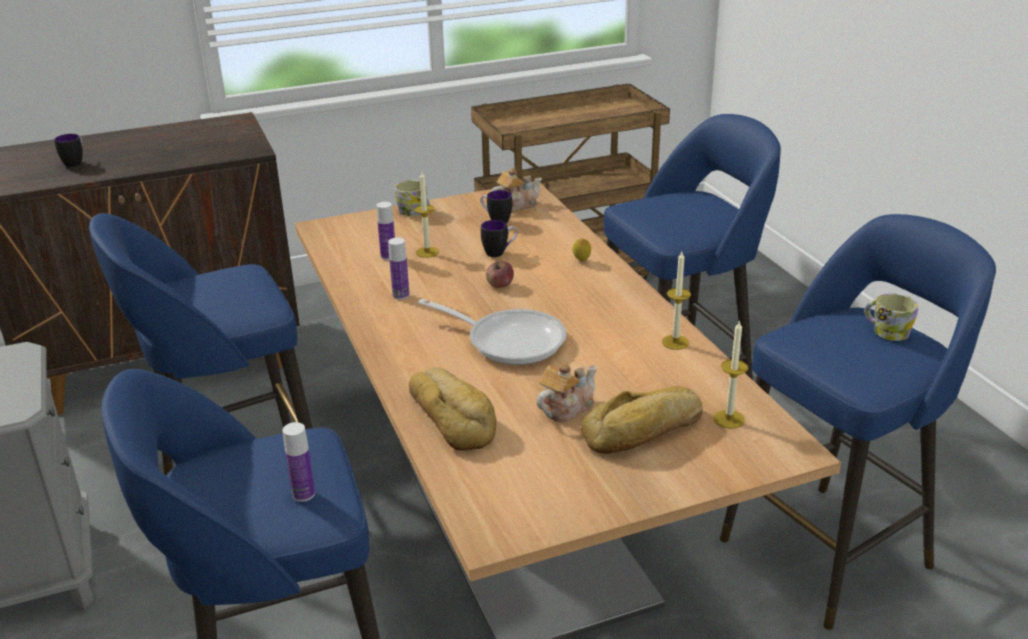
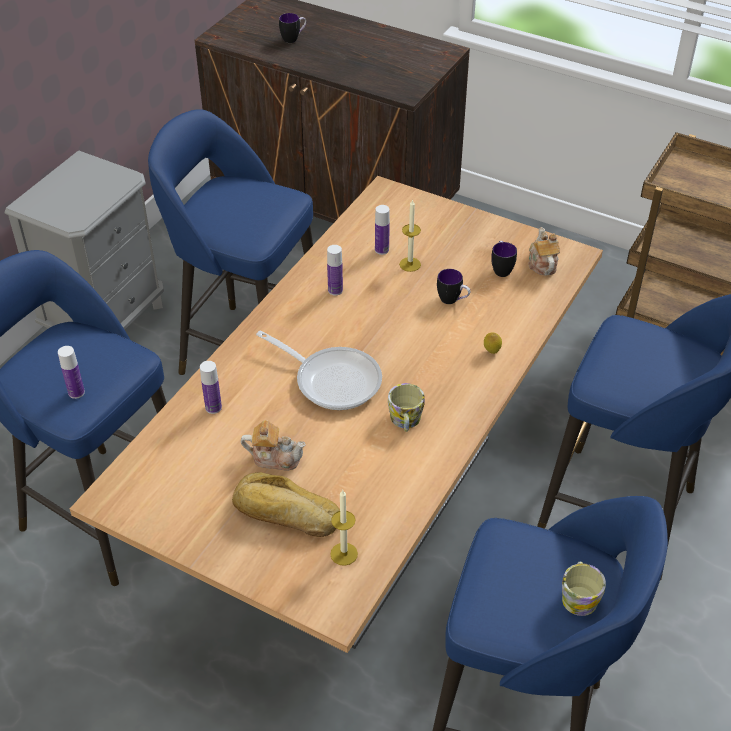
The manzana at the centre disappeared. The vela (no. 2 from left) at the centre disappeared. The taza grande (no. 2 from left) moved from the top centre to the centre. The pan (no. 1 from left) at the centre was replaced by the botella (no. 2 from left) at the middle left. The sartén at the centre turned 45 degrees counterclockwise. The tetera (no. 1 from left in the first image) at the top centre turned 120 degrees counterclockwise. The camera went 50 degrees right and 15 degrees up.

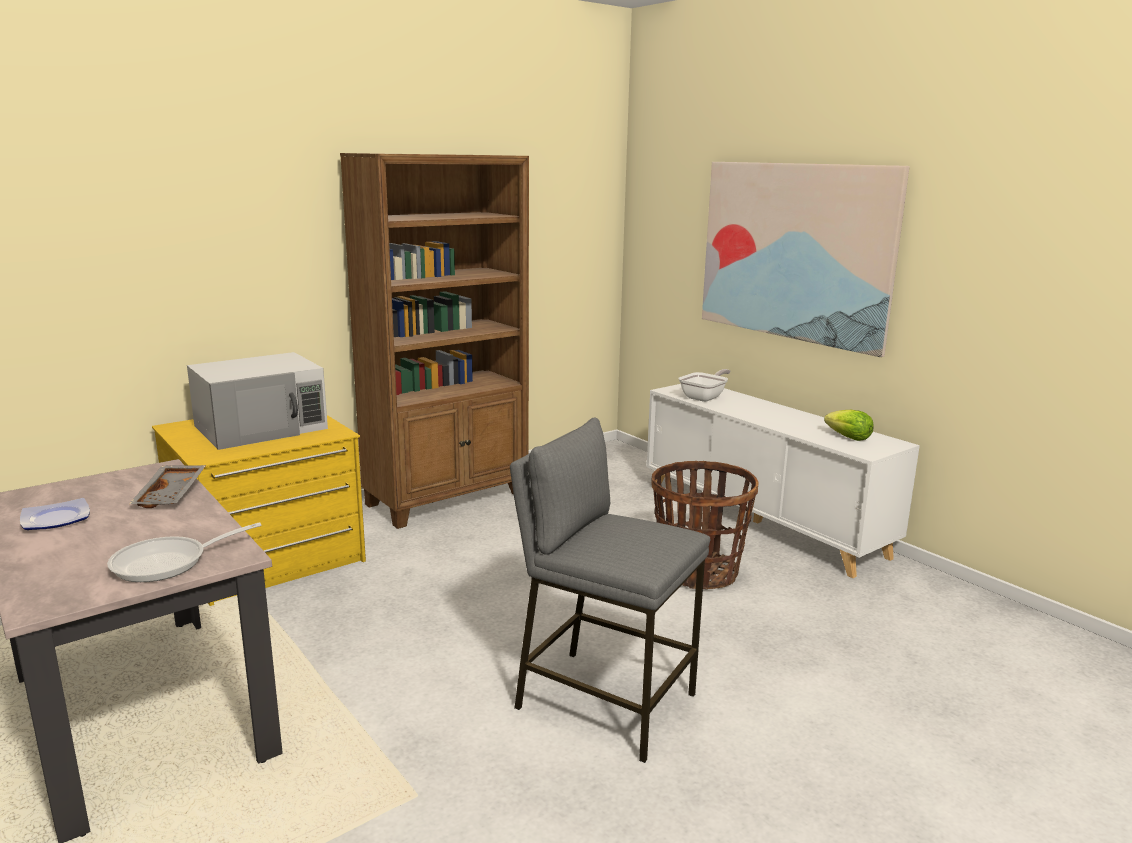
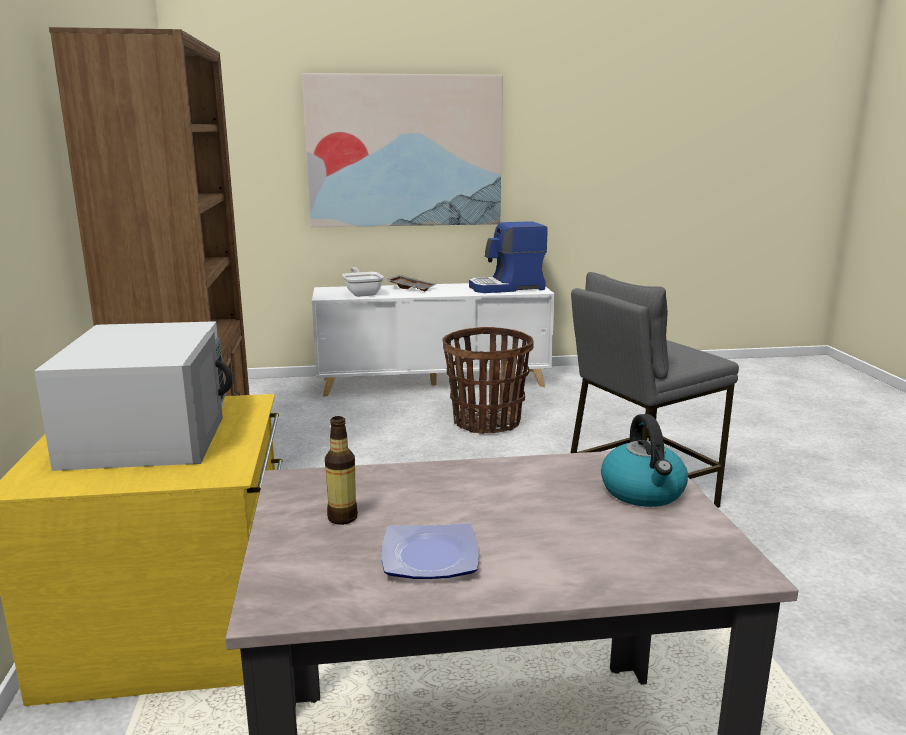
The botella at the centre appeared. The bandeja [gris] moved from the middle left to the centre. The sartén (no. 1 from left) at the middle left was replaced by the hervidor at the middle right. The lechuga at the middle right was replaced by the cafetera at the centre. The camera went 60 degrees left and 0 degrees up.

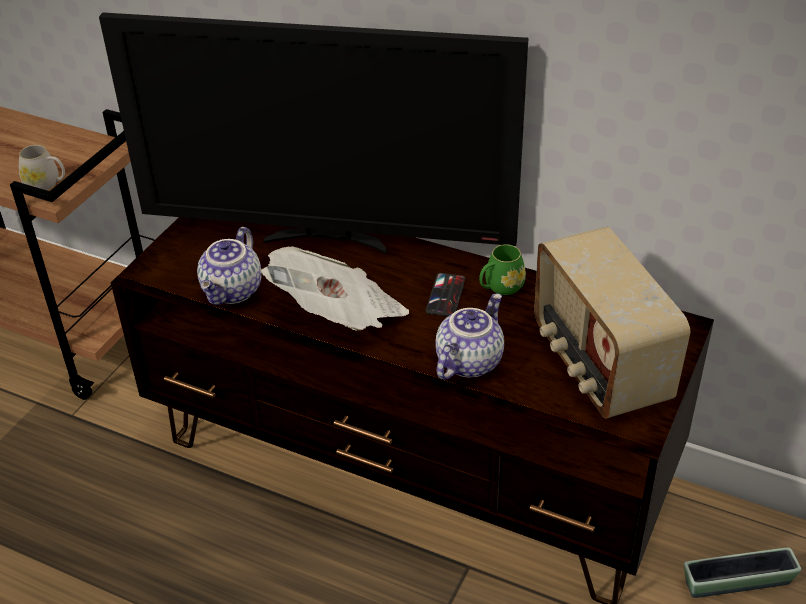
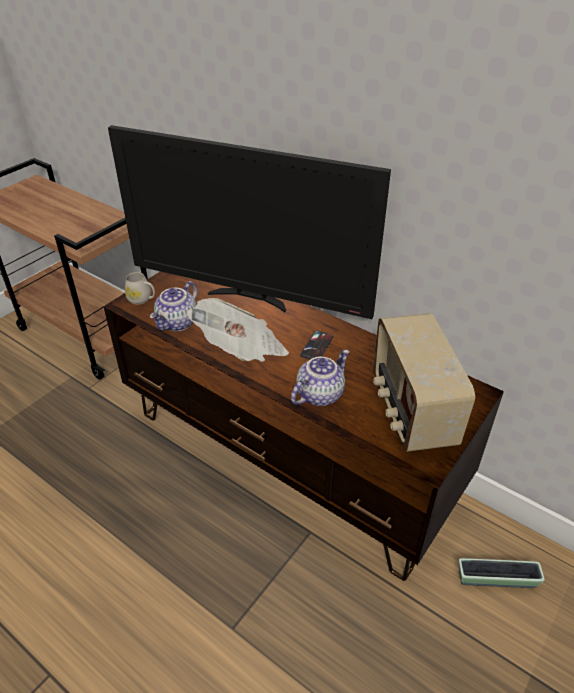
The taza grande [verde] at the centre disappeared. The taza grande [blanco] moved from the top left to the middle left. The camera went 10 degrees right and 0 degrees up.

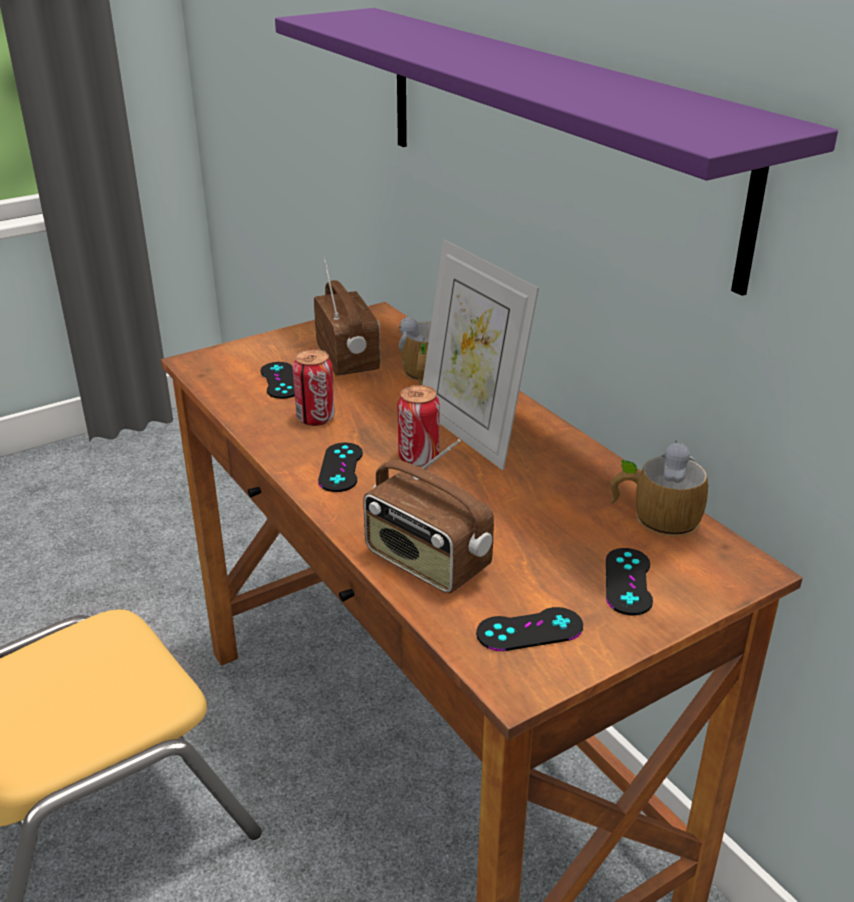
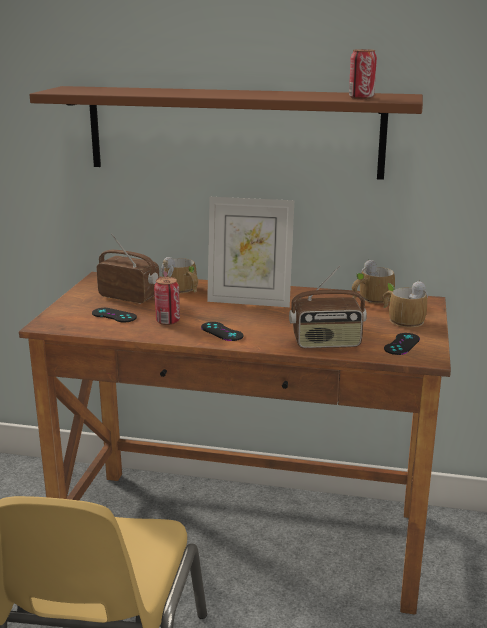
The lata (no. 2 from left) moved from the centre to the top right. The mando de consola [negro] (no. 4 from left) at the middle right was replaced by the taza grande (no. 3 from left) at the middle right. The estante [morado] at the top centre became the estante [marrón] at the top centre. The camera went 45 degrees left and 10 degrees down.

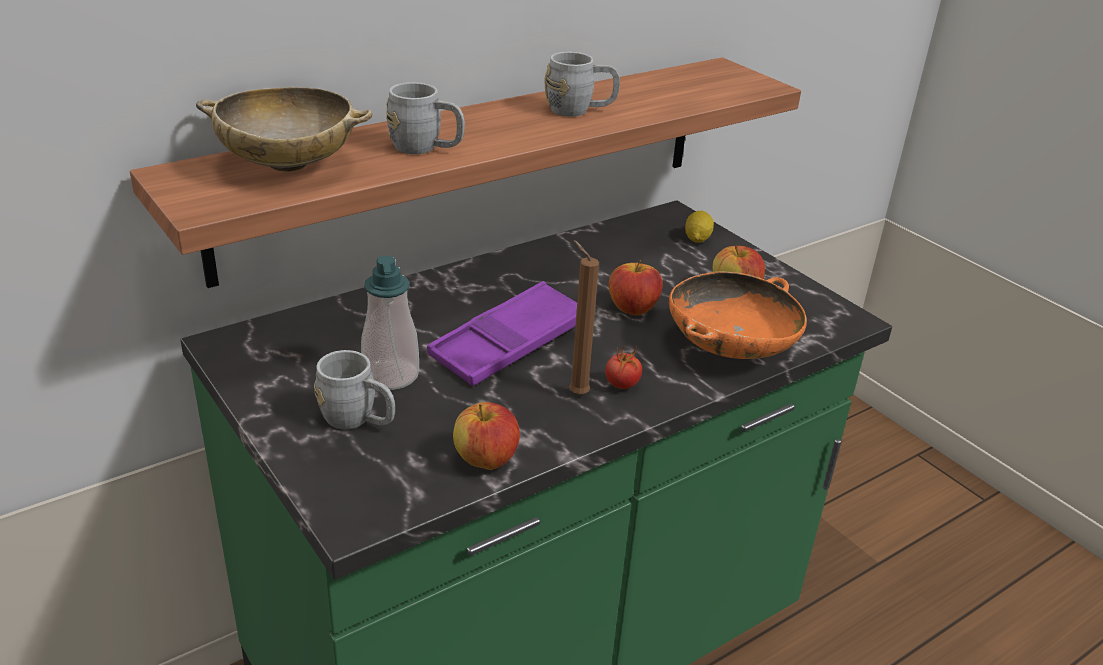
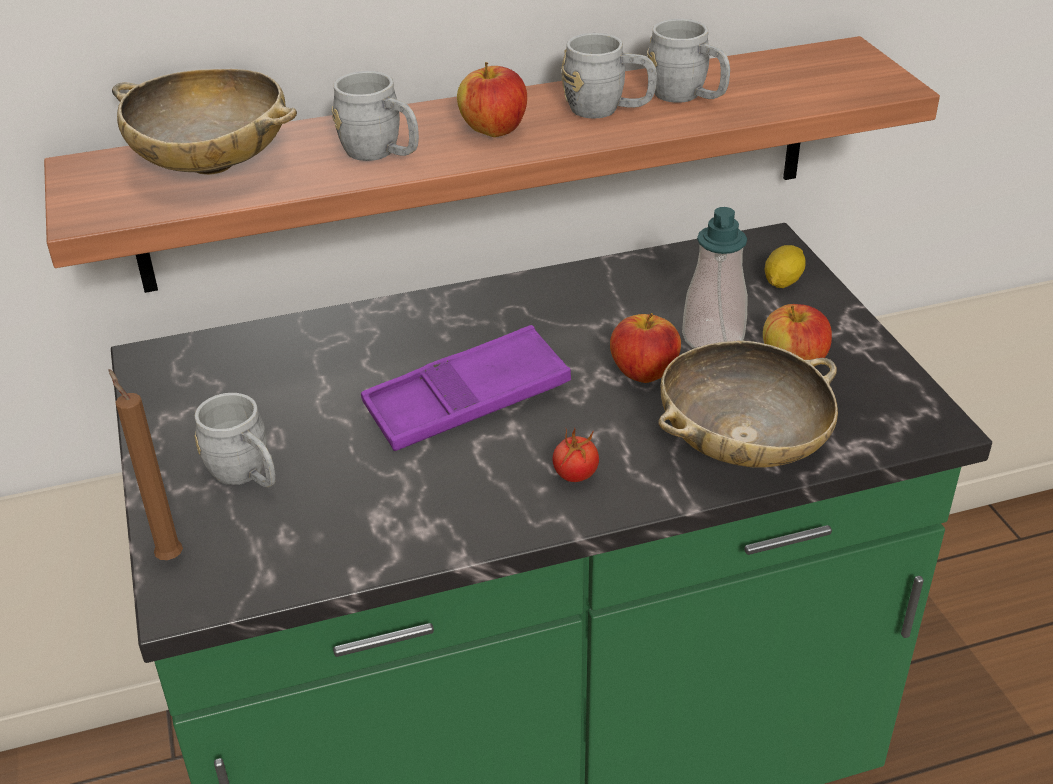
The taza grande [gris] (no. 4 from left) at the top centre appeared. The dispensador de jabón moved from the centre to the middle right. The manzana (no. 1 from left) moved from the centre to the top centre. The vela [marrón] moved from the centre to the middle left. The cuenco [naranja] at the middle right became the cuenco [beis] (no. 2 from left) at the middle right. The camera went 20 degrees right and 5 degrees up.

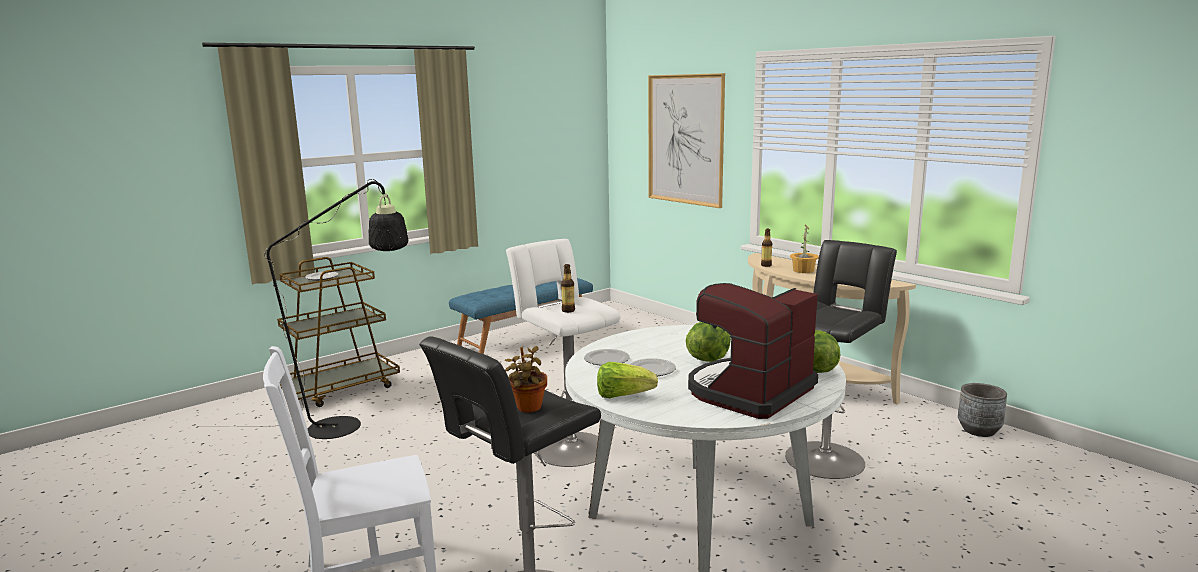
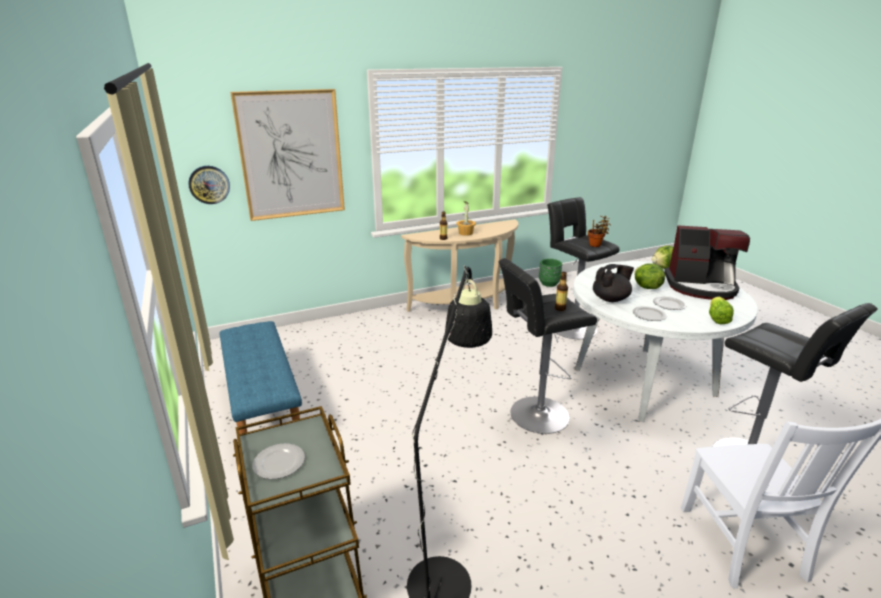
The reloj de pared at the top left appeared. The tetera [negro] at the middle right appeared. The planta en maceta (no. 1 from left in the first image) moved from the centre to the middle right. The taburete [blanco] at the centre became the taburete [negro] (no. 1 from left) at the centre. The maceta [gris] at the bottom right became the maceta [verde] at the centre. The cafetera at the centre turned 45 degrees counterclockwise. The camera went 75 degrees left and 10 degrees up.

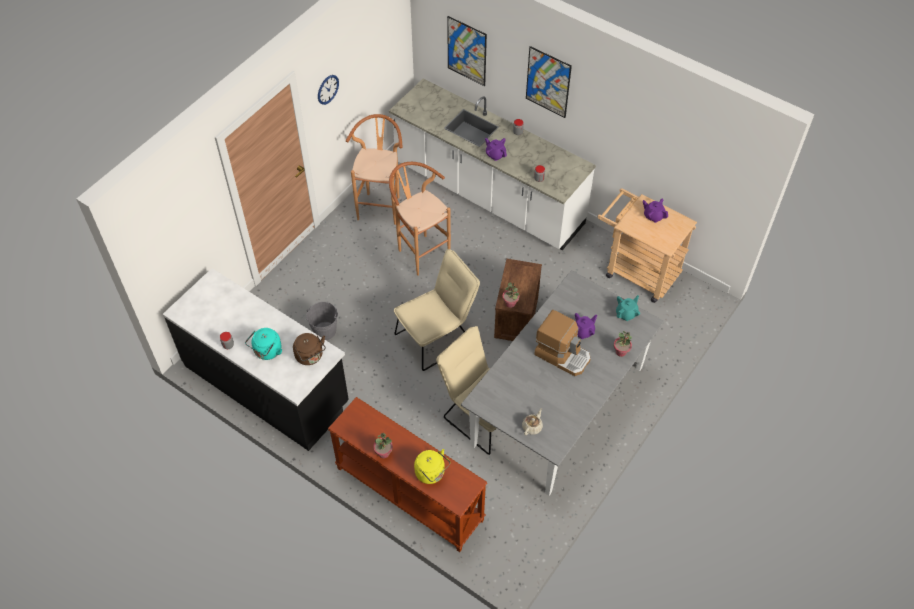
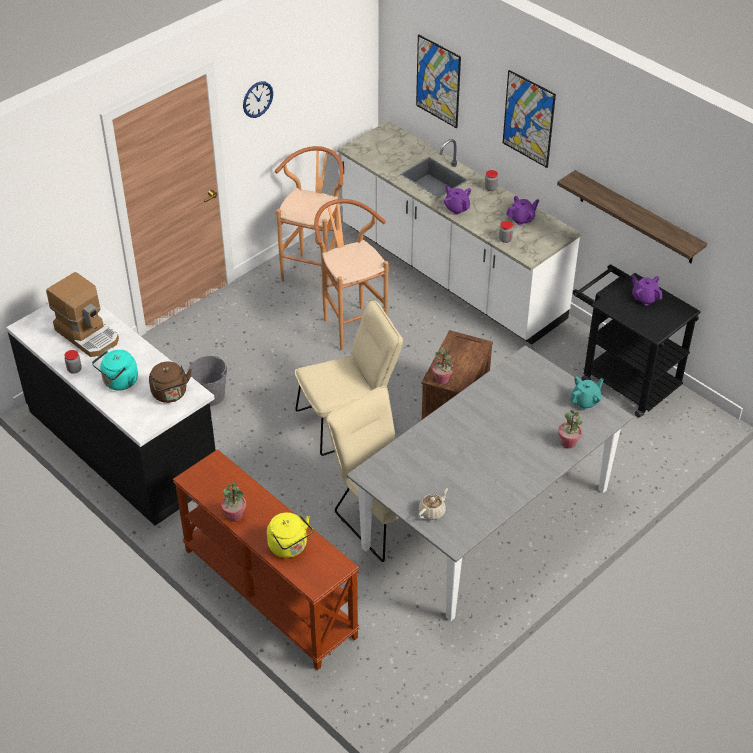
The estante at the top right appeared. The cafetera moved from the centre to the middle left. The tetera [morado] (no. 2 from left) moved from the centre to the top right. The carrito [beis] at the middle right became the carrito [negro] at the middle right. The camera went 10 degrees right and 10 degrees down.

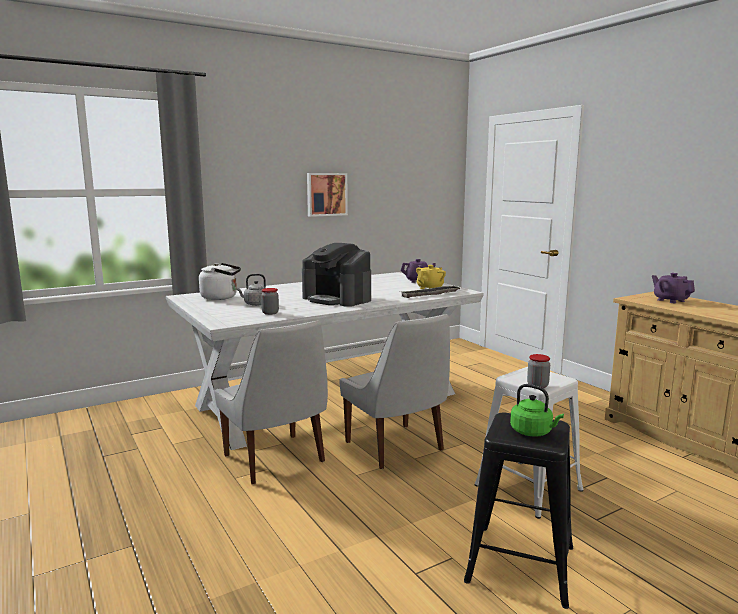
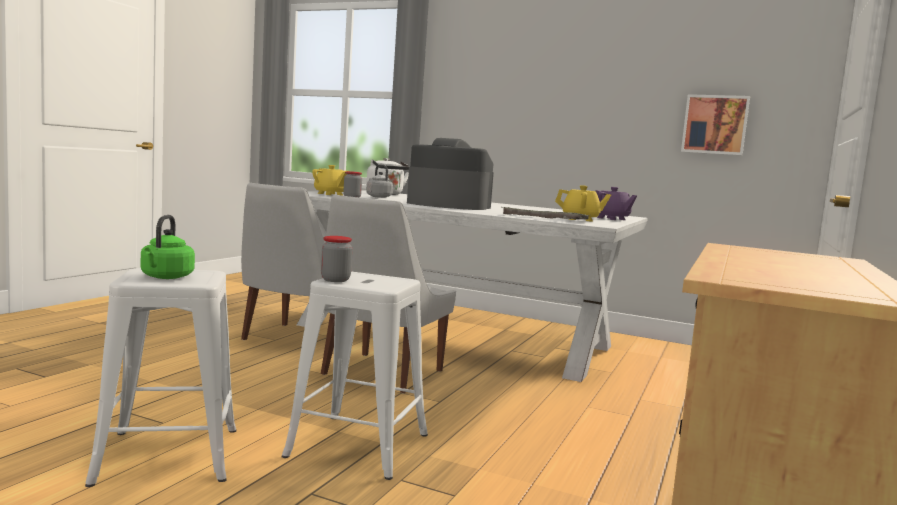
The tetera [morado] (no. 2 from left) at the middle right disappeared. The tetera [amarillo] (no. 1 from left) at the centre appeared. The cuadro moved from the top centre to the top right. The taburete [negro] at the bottom right became the taburete [blanco] (no. 1 from left) at the bottom left. The cafetera at the centre turned 105 degrees clockwise. The camera went 55 degrees right and 5 degrees down.

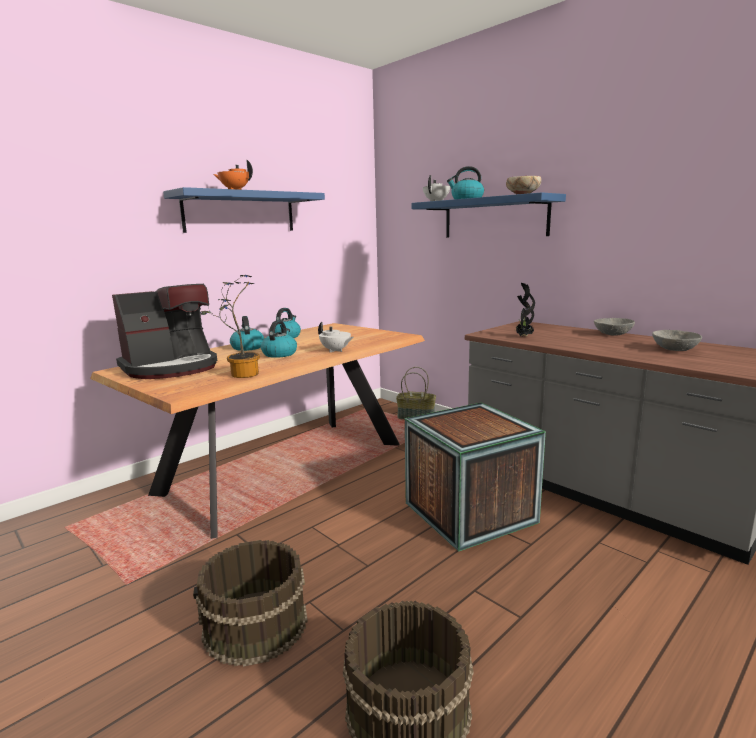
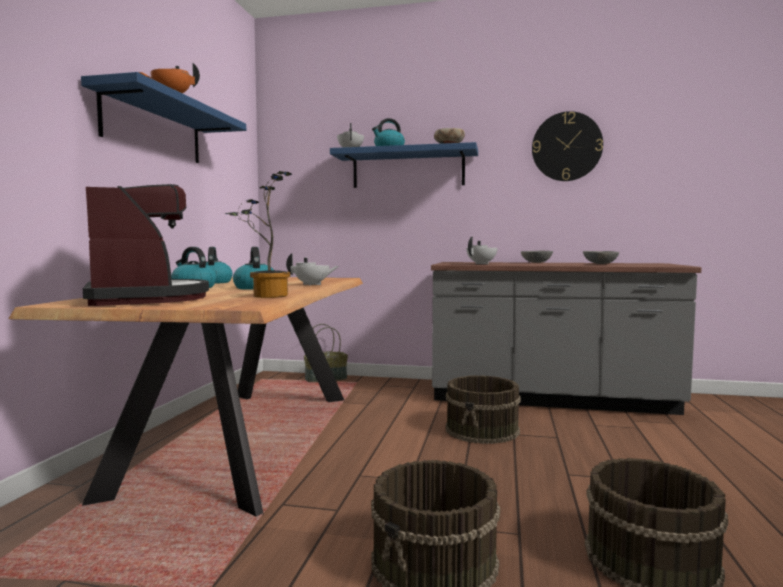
The reloj de pared at the top right appeared. The caja de embalaje at the centre was replaced by the cubo [marrón] (no. 2 from left) at the bottom centre. The planta en maceta (no. 2 from left) at the middle right was replaced by the tetera [blanco] (no. 3 from left) at the centre. The cafetera at the middle left turned 45 degrees counterclockwise. The camera went 35 degrees left and 10 degrees down.

